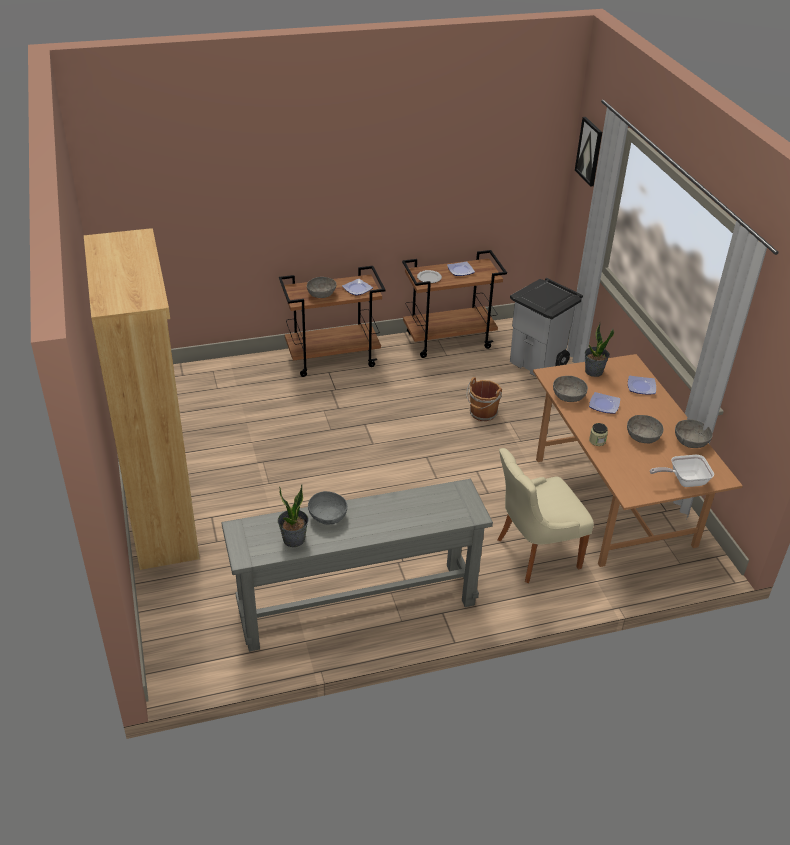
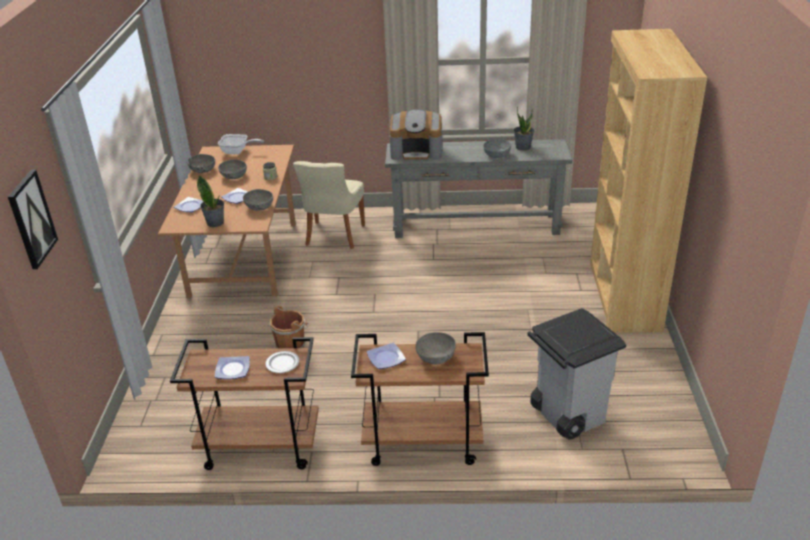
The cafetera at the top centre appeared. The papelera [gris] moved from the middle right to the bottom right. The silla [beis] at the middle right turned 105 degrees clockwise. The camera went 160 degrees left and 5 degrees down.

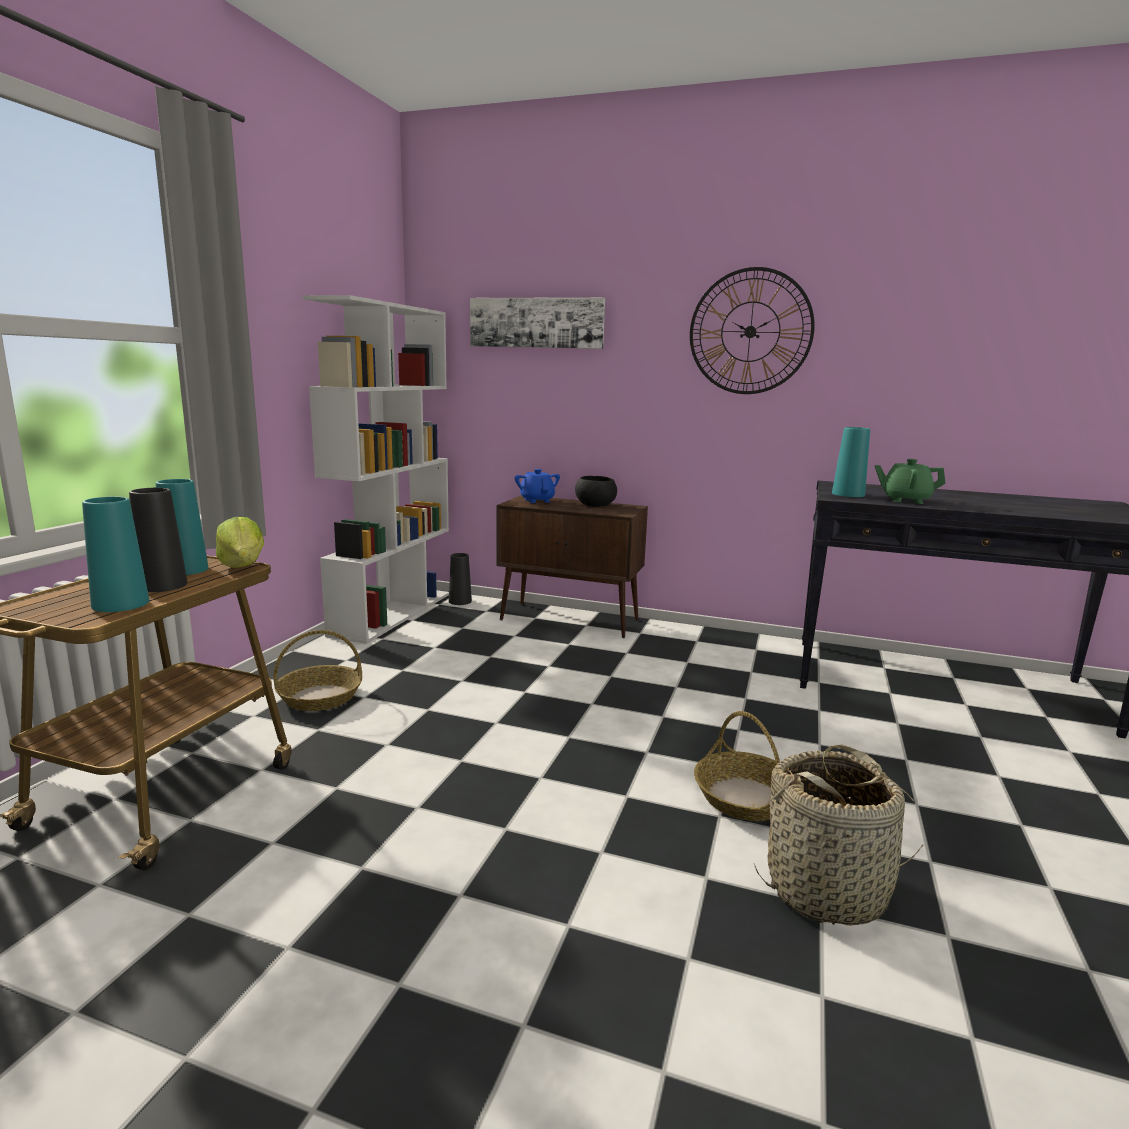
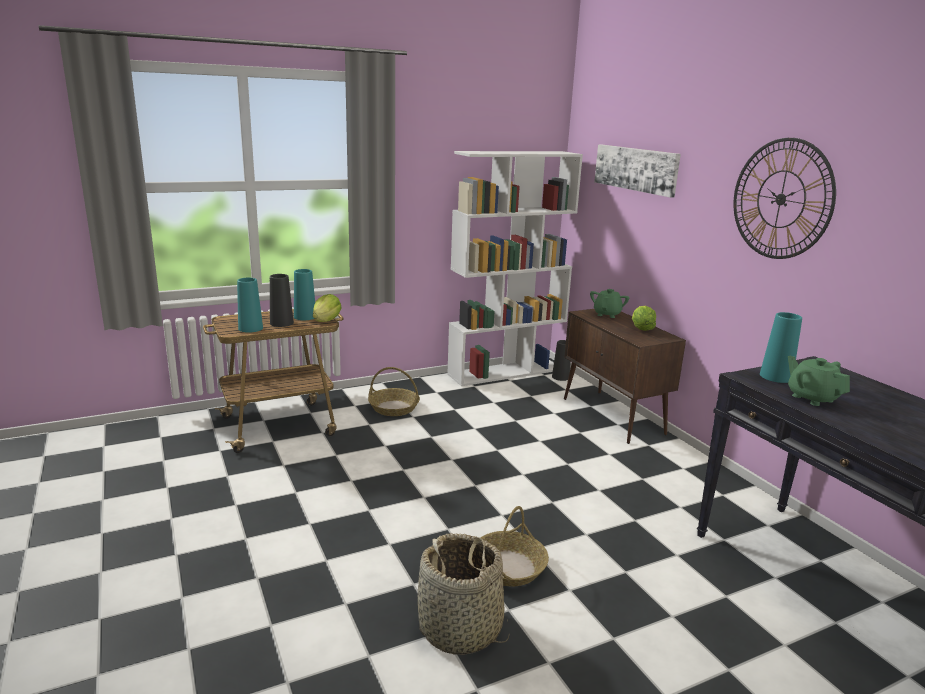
The cuenco [negro] at the centre was replaced by the lechuga (no. 2 from left) at the middle right. The tetera [azul] at the centre became the tetera [verde] (no. 1 from left) at the centre. The camera went 45 degrees right and 5 degrees up.

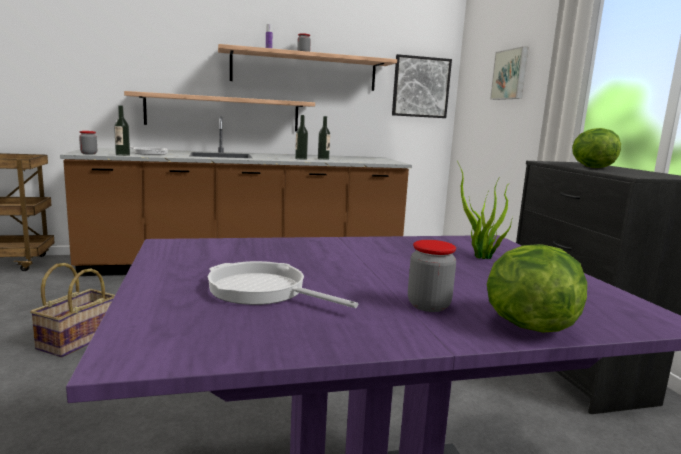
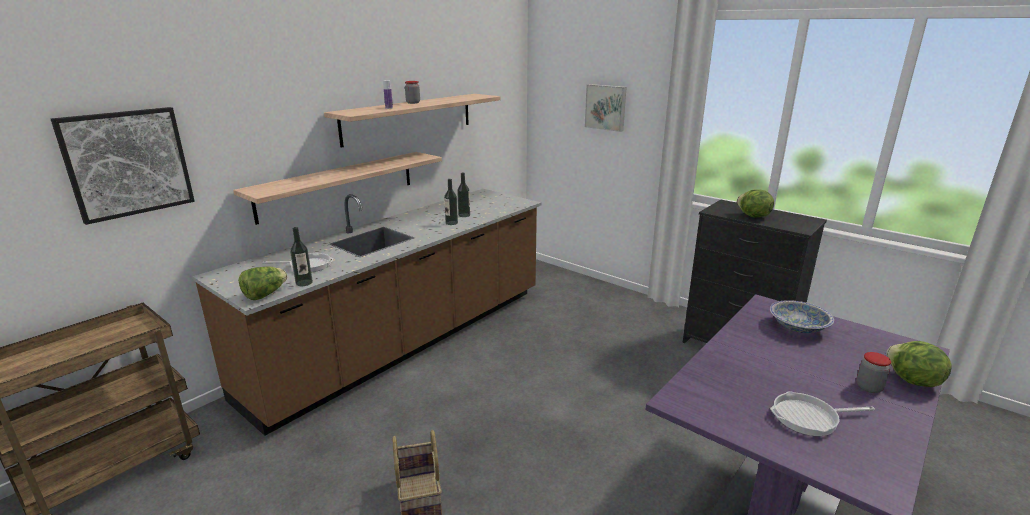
The cuadro (no. 1 from left) moved from the top centre to the top left. The tarro (no. 1 from left) at the top left was replaced by the lechuga (no. 1 from left) at the middle left. The planta en maceta at the middle right was replaced by the cuenco at the middle right. The camera went 35 degrees left and 10 degrees up.

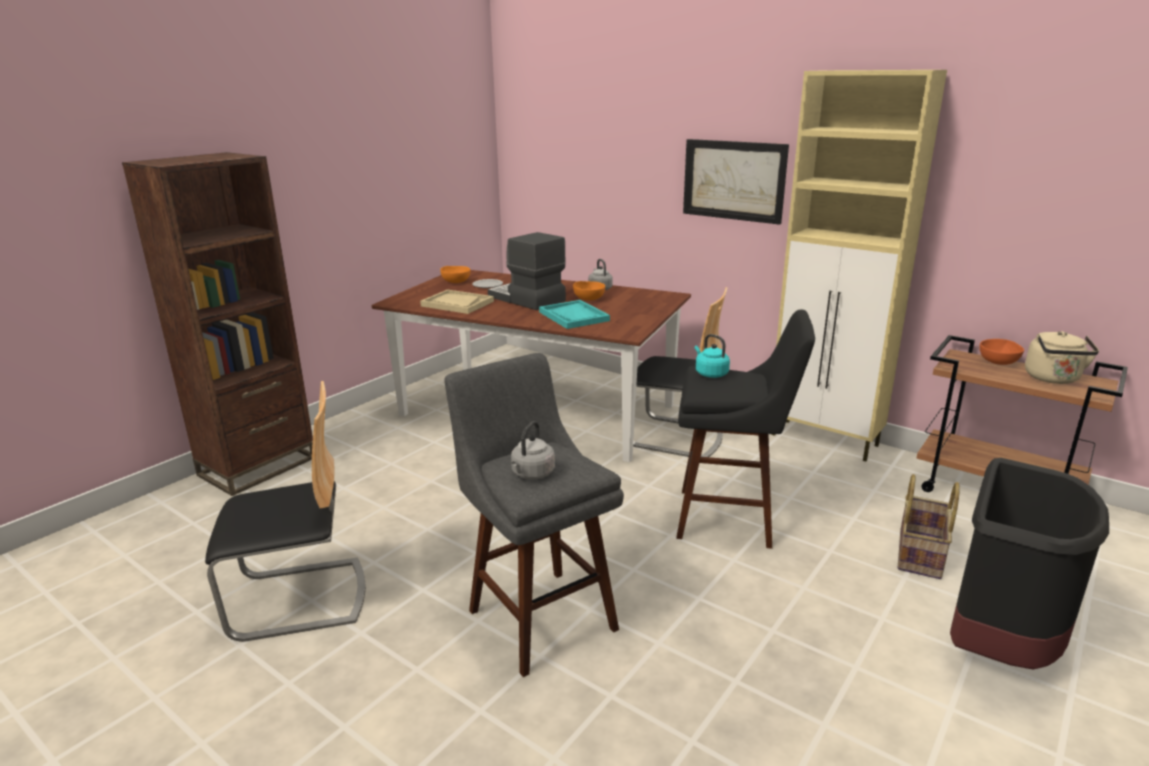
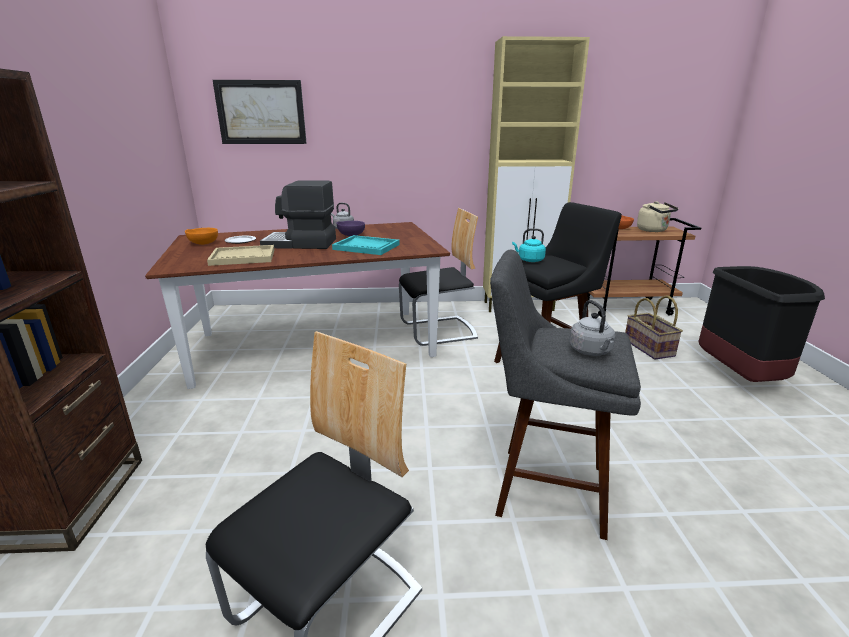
The cuadro moved from the top centre to the top left. The cuenco [naranja] (no. 2 from left) at the centre became the cuenco [morado] at the centre. The camera went 40 degrees left and 0 degrees up.

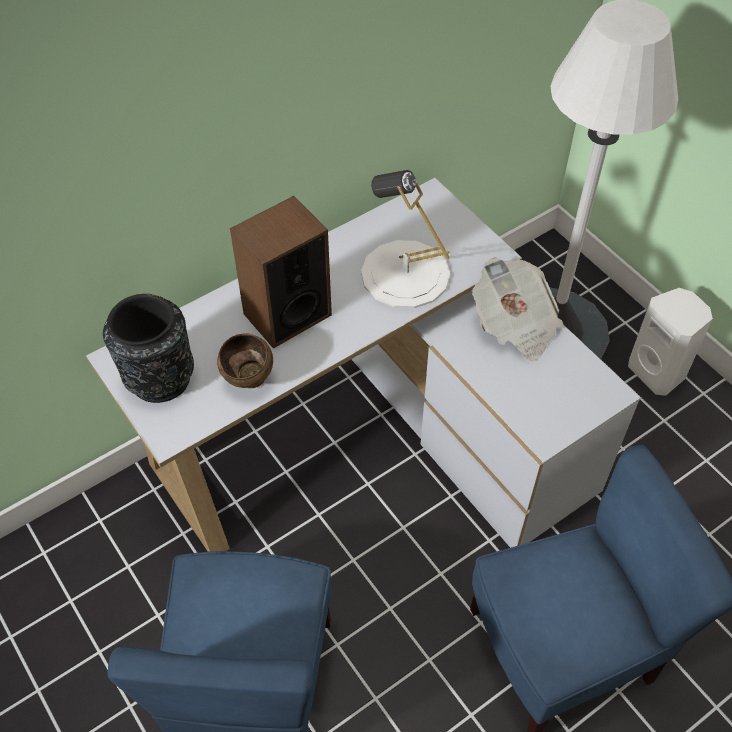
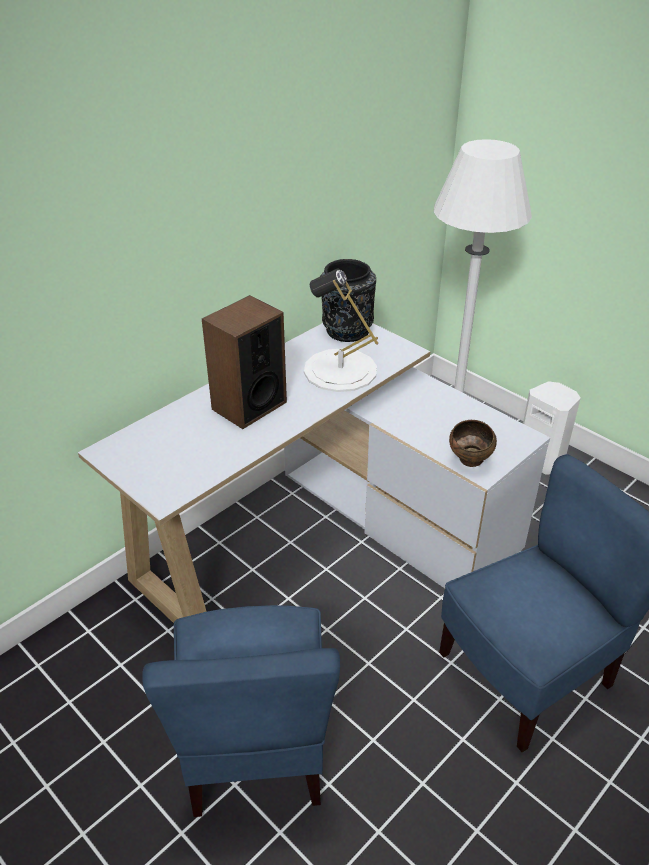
The periódico at the middle right disappeared. The florero [negro] moved from the middle left to the centre. The cuenco [marrón] moved from the centre to the middle right. The camera went 10 degrees left and 15 degrees down.

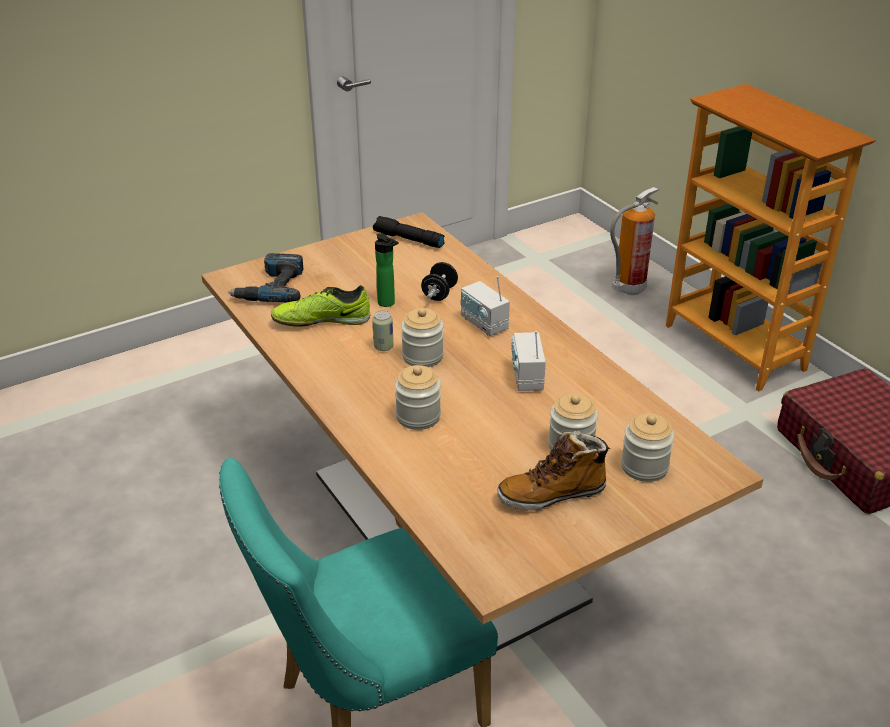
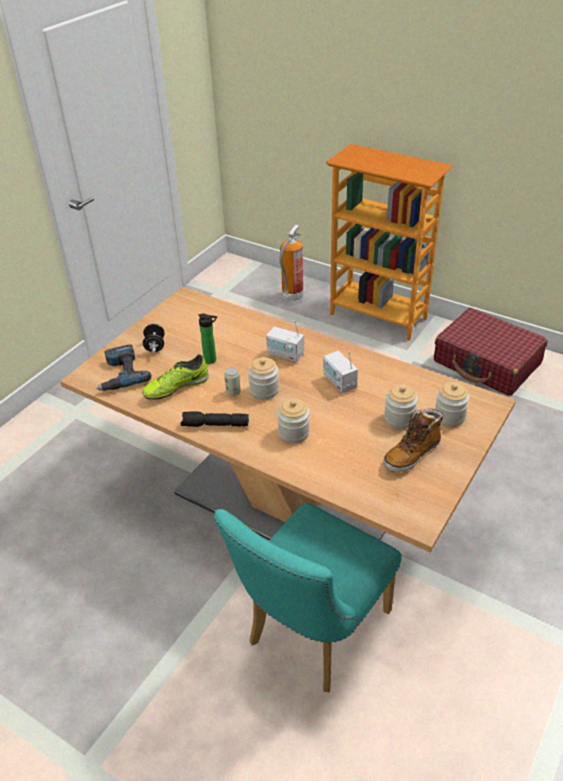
The linterna [negro] moved from the top centre to the centre. The mancuerna [negro] moved from the centre to the middle left. The camera went 25 degrees left and 5 degrees up.

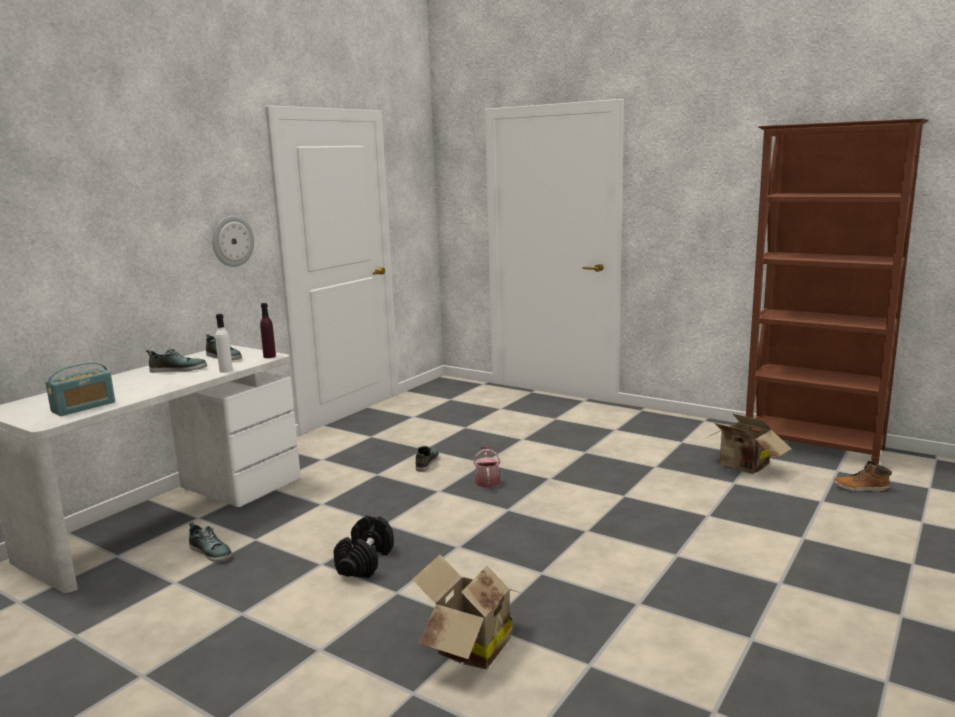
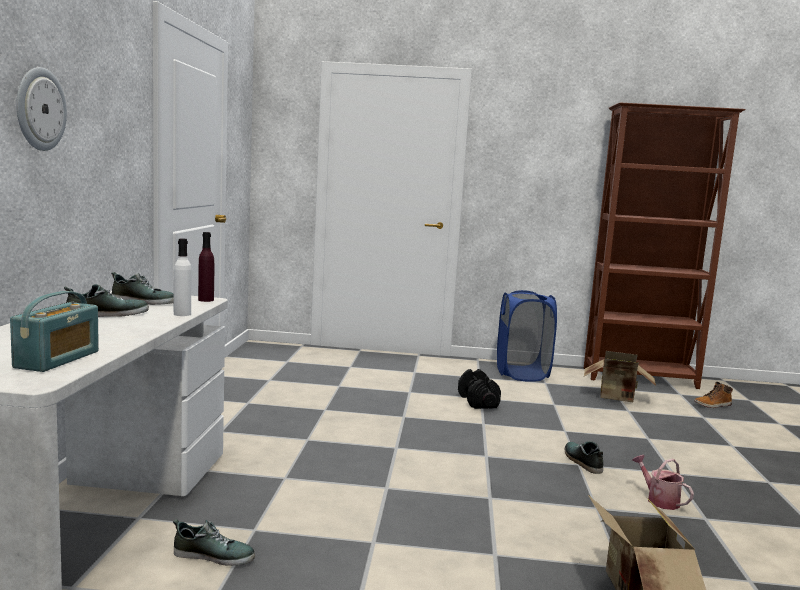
The cesto de la ropa [azul] at the centre appeared. The reloj de pared moved from the middle left to the top left. The mancuerna [negro] moved from the bottom centre to the centre. The zapato (no. 4 from left) moved from the centre to the bottom right. The regadera moved from the centre to the bottom right. The camera went 30 degrees left and 5 degrees down.

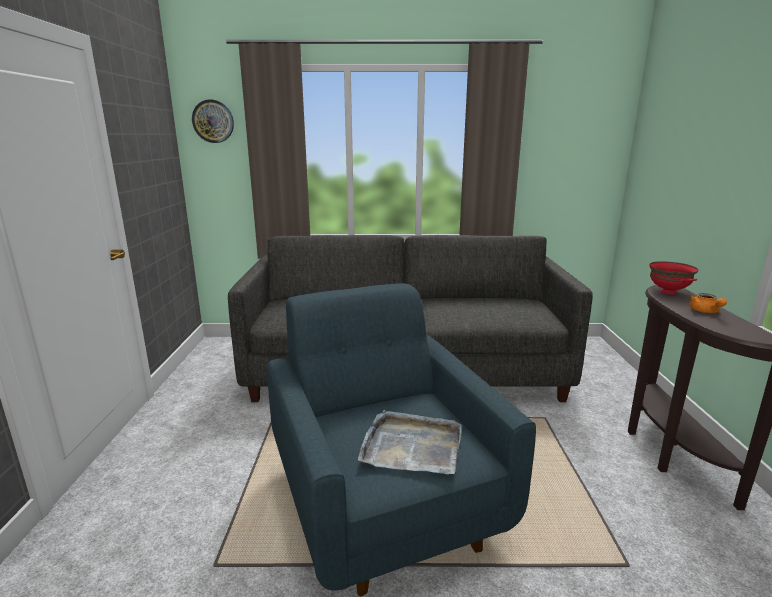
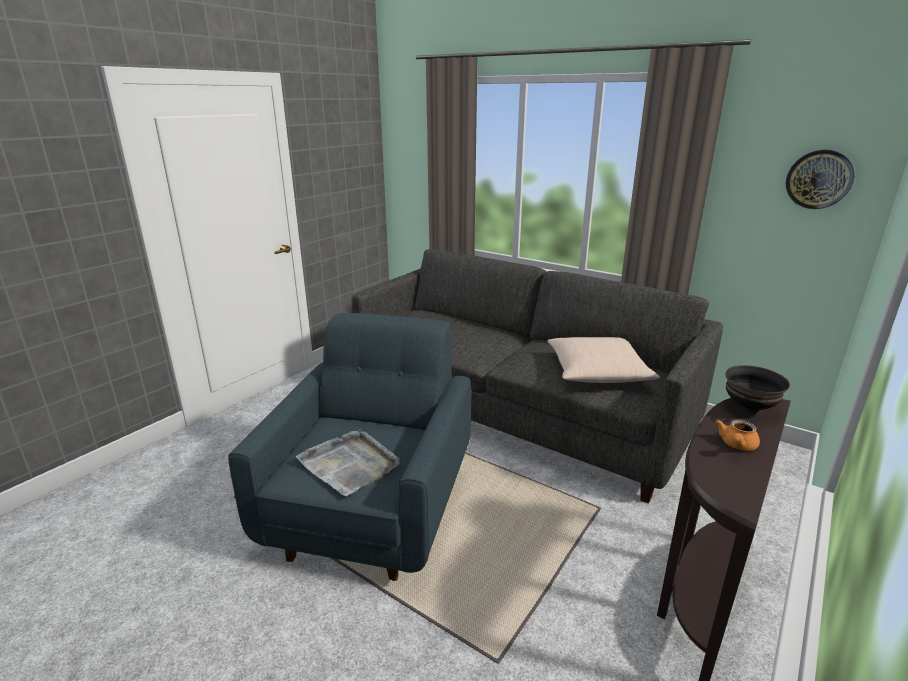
The cojín [beis] at the centre appeared. The reloj de pared moved from the top left to the top right. The cuenco [rojo] at the middle right became the cuenco [negro] at the middle right. The camera went 35 degrees right and 5 degrees up.

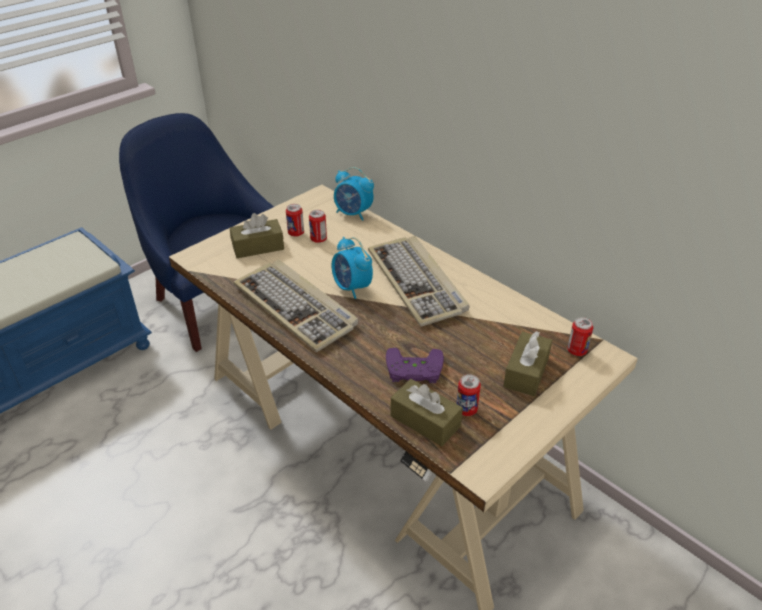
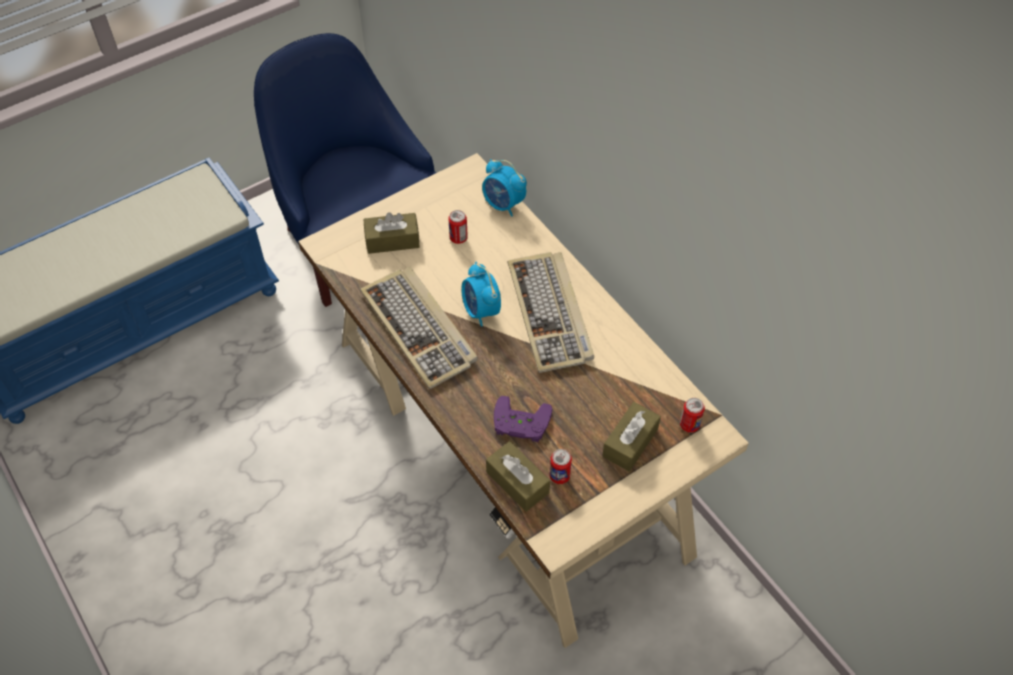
The lata (no. 1 from left) at the centre disappeared. The camera went 10 degrees right and 15 degrees up.

